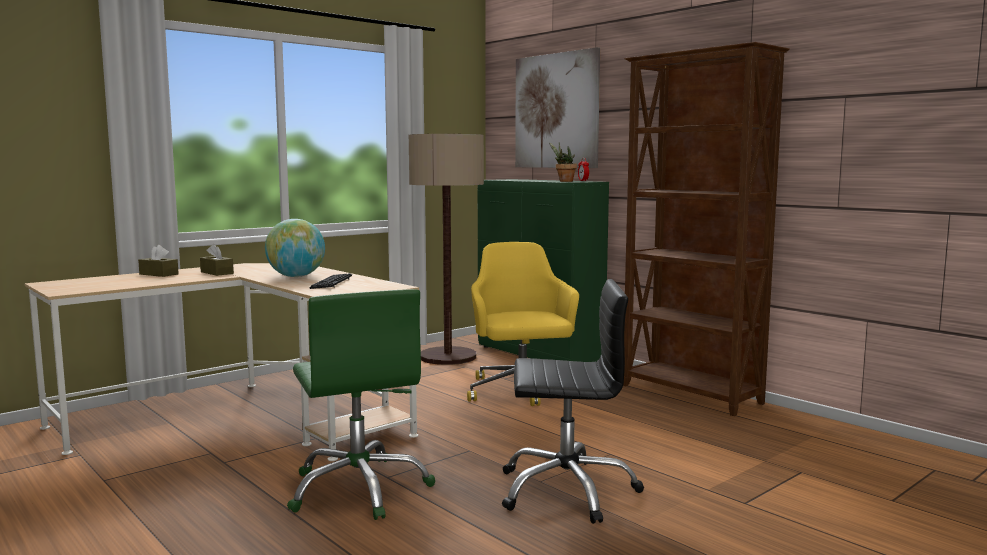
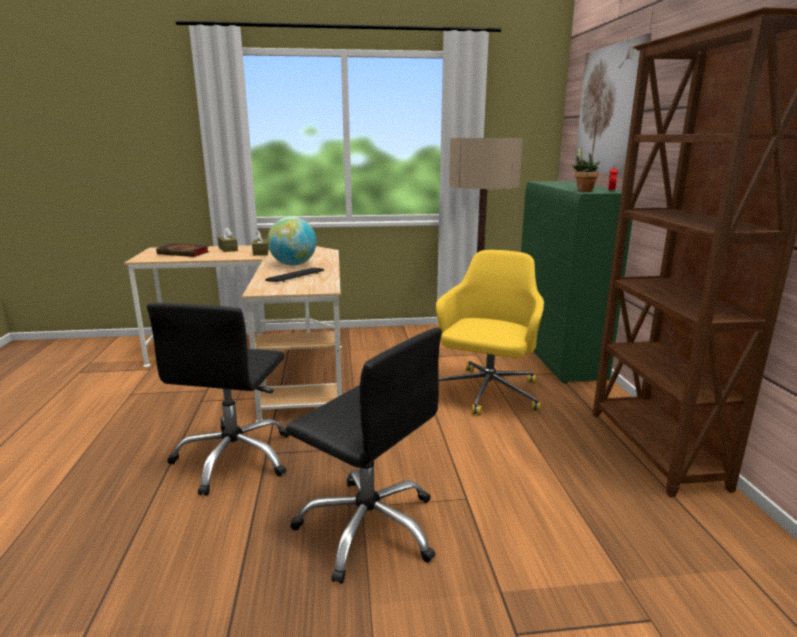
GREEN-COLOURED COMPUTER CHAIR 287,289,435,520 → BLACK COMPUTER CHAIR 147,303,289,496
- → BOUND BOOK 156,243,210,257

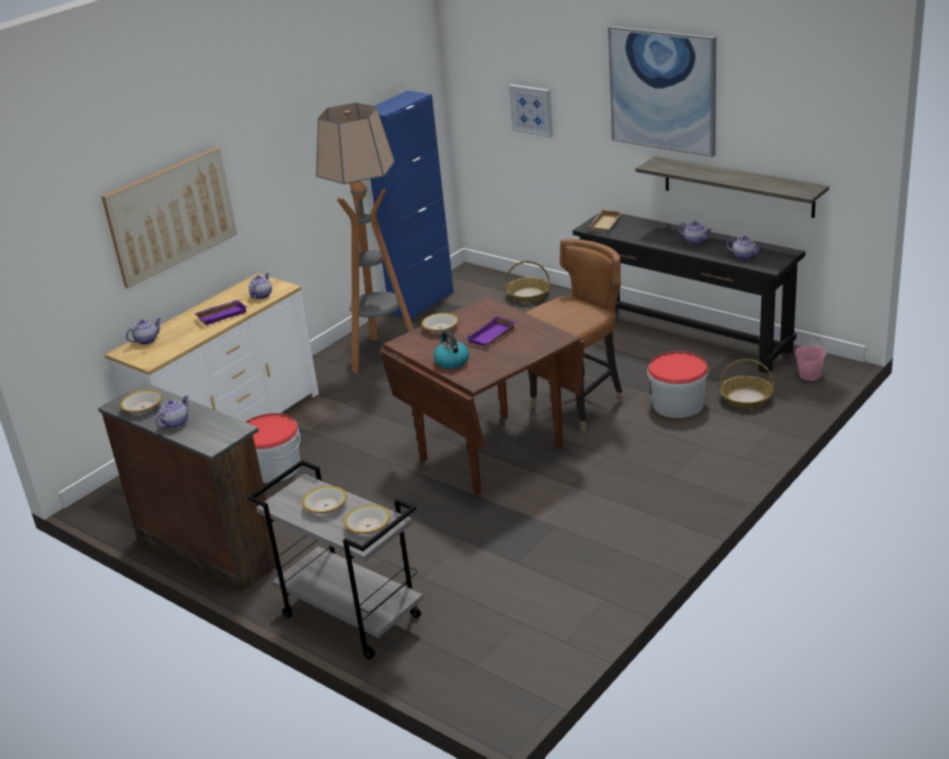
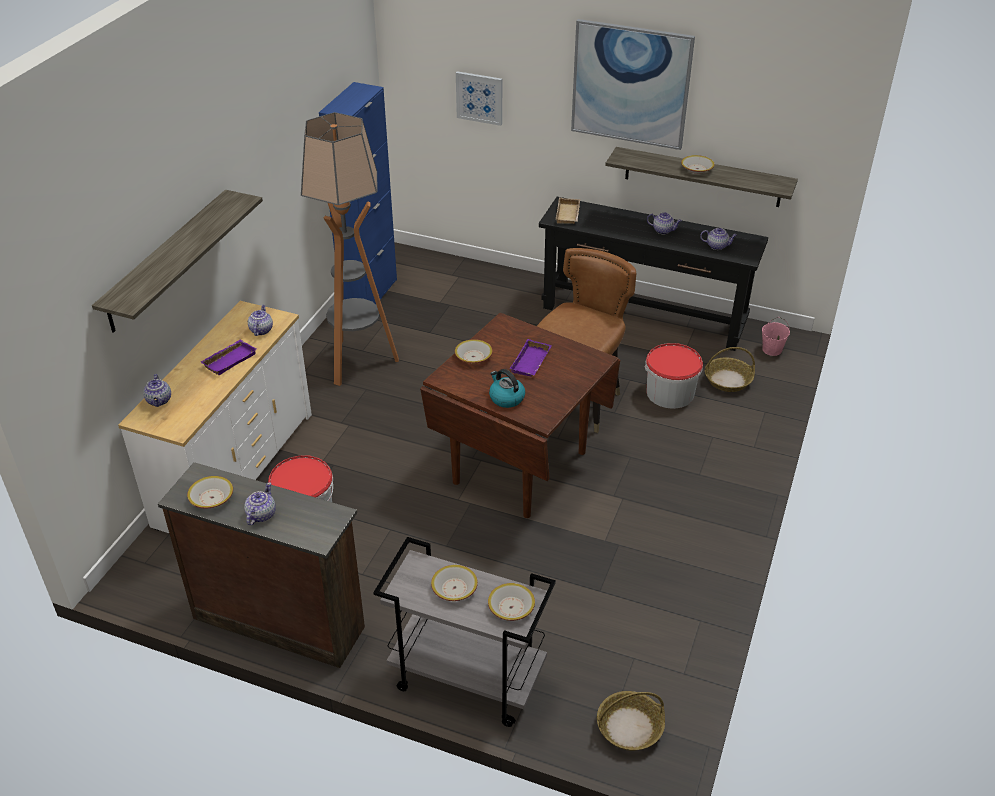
WALL ART 101,147,237,288 → SHELF 92,190,263,333
TEA POT 126,318,161,345 → TEA POT 143,374,171,407, 135 degrees clockwise
BASKET 505,261,550,303 → BASKET 597,691,665,751, move
- → SERVING BOWL 681,155,715,174

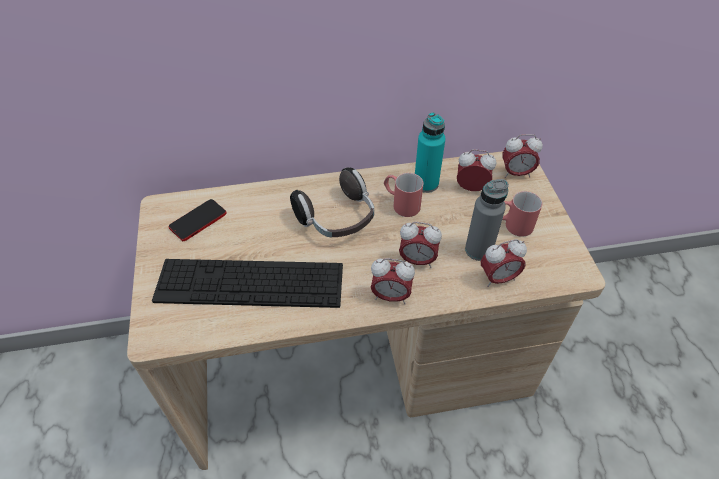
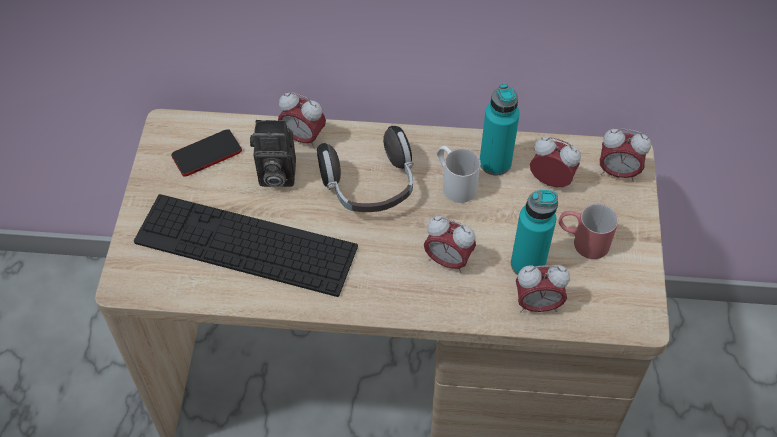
- → STILL CAMERA 250,120,296,187
TABLE CLOCK 371,258,415,304 → TABLE CLOCK 278,92,326,149, move
REDDISH MUG 384,173,423,217 → WHITISH MUG 436,146,480,203
GRAY DRINK BOTTLE 465,179,509,261 → TURQUOISE DRINK BOTTLE 511,190,558,275

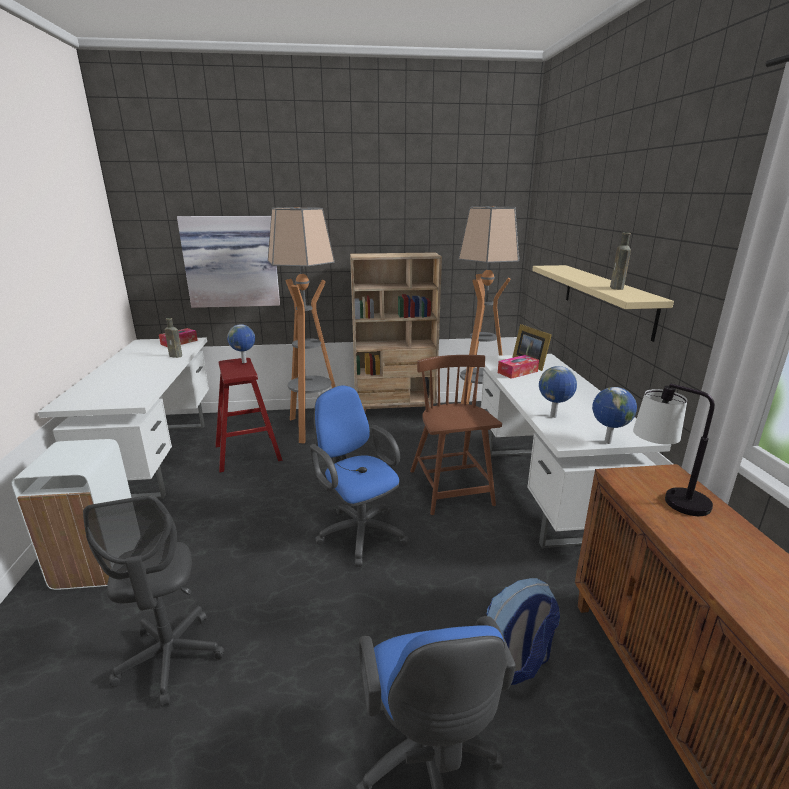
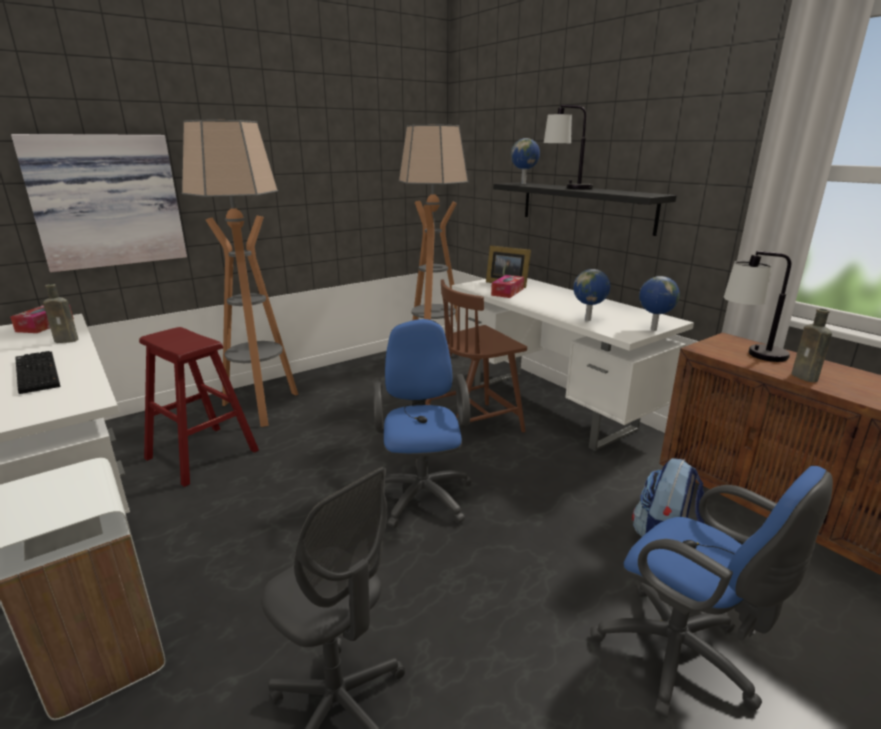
- → KEYBOARD 15,351,61,394
BLUE-COLOURED COMPUTER CHAIR 310,385,409,567 → BLUE-COLOURED COMPUTER CHAIR 373,319,472,528, 60 degrees clockwise
BROWN CHAIR 410,355,502,515 → BROWN CHAIR 425,279,527,432, 75 degrees counterclockwise
BEIGE-COLOURED SHELF 532,265,674,342 → BLACK SHELF 493,182,677,236
GLOBE 227,324,255,363 → GLOBE 511,138,540,184, move
- → TABLE LAMP 544,105,593,189
BROWN DRINK BOTTLE 610,232,631,290 → BROWN DRINK BOTTLE 792,309,832,382, move
BEIGE-COLOURED SHELVING UNIT 350,252,442,412 → -

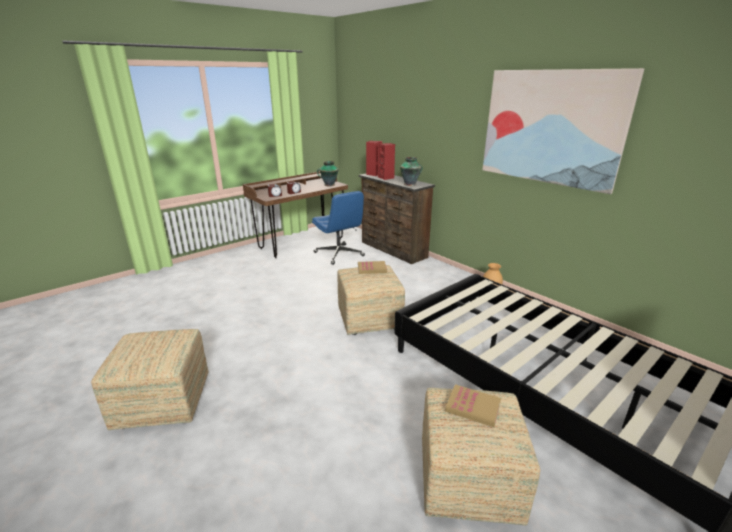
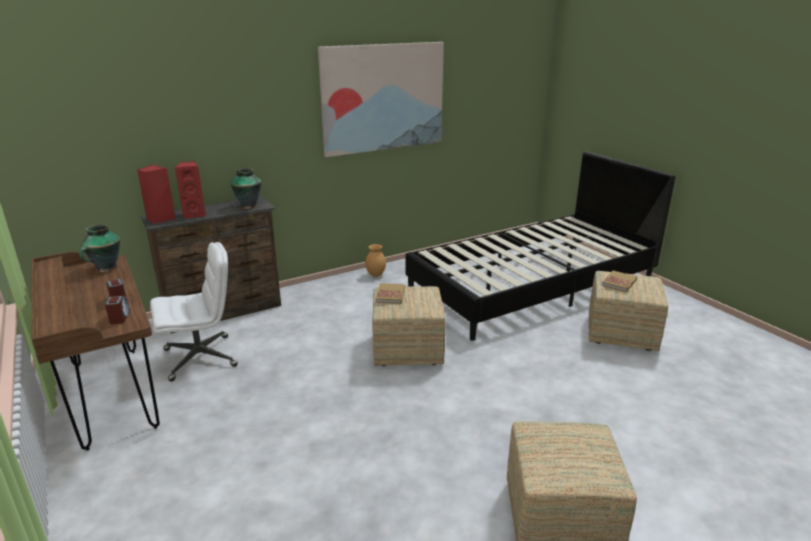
BLUE-COLOURED COMPUTER CHAIR 312,191,365,265 → WHITISH COMPUTER CHAIR 150,242,238,382

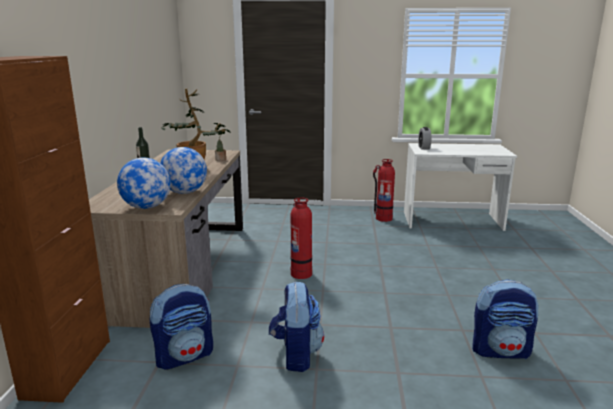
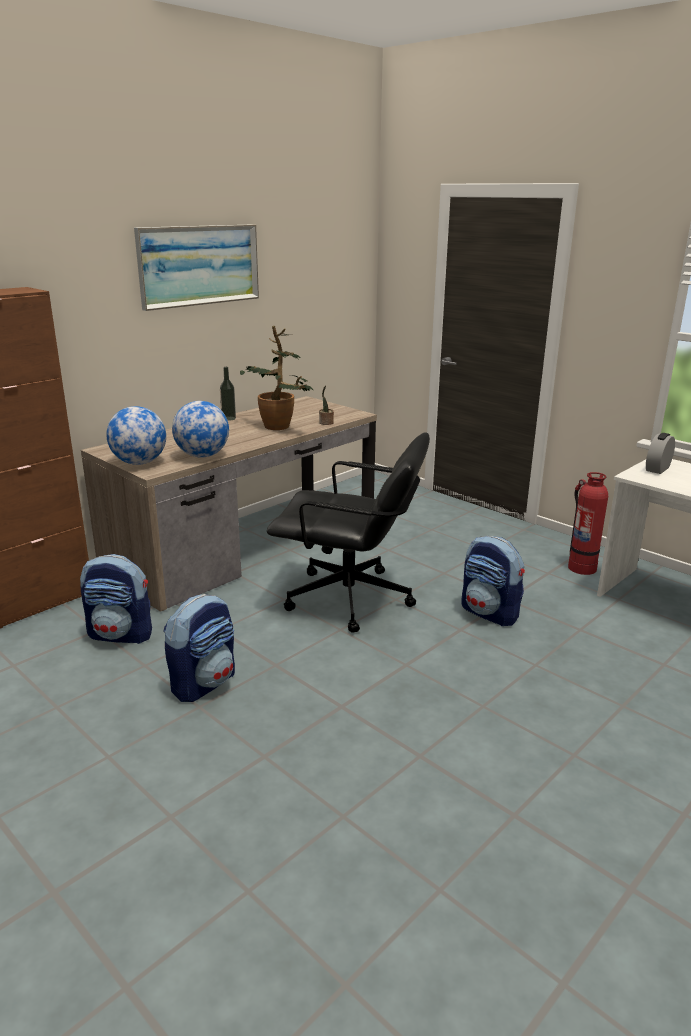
- → WALL ART 134,224,259,311
EXTINGUISHER 290,198,312,279 → BLACK COMPUTER CHAIR 267,432,430,633
BACKPACK 473,280,538,359 → BACKPACK 461,536,525,626, move

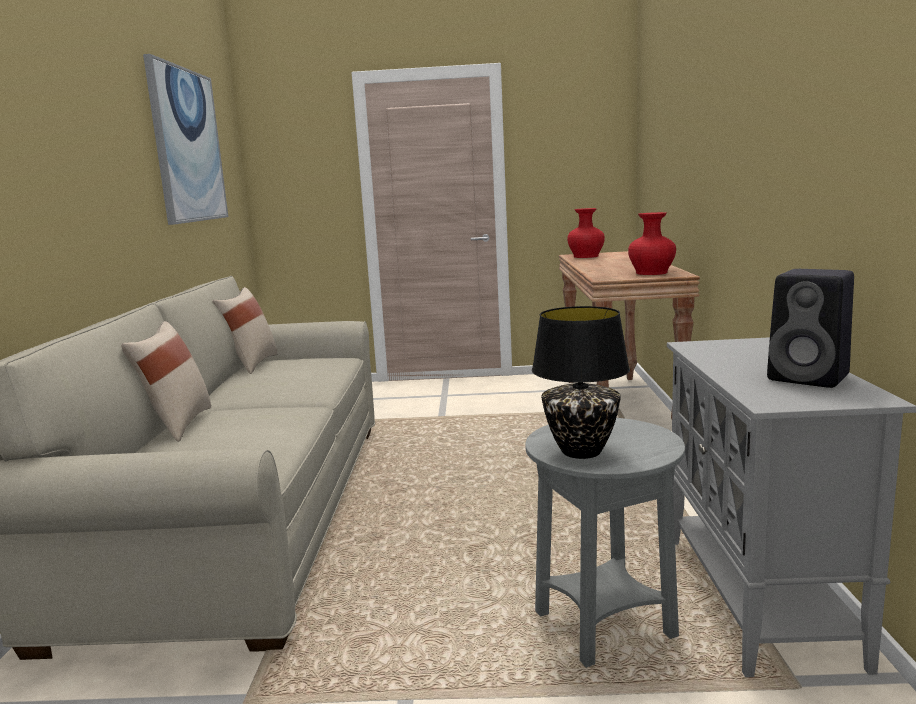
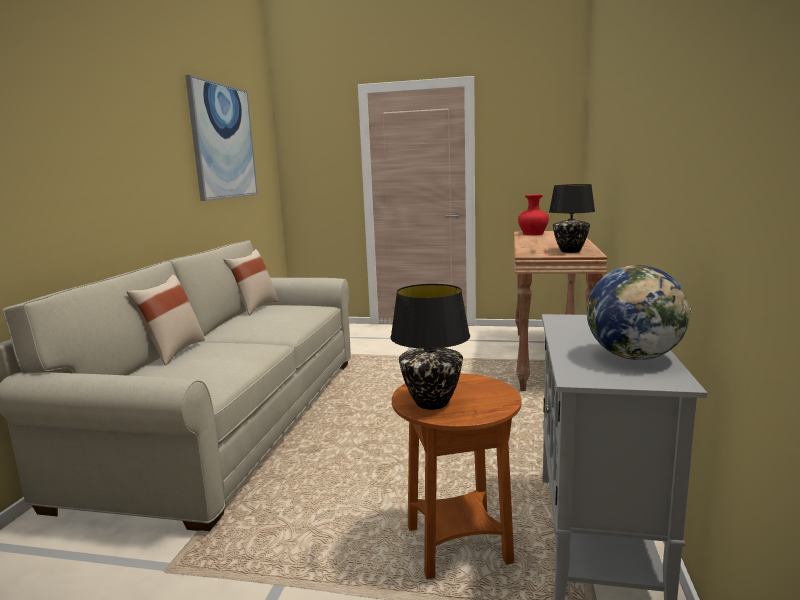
GRAY ACCENT TABLE 525,418,685,668 → BROWN ACCENT TABLE 392,373,522,579
REDDISH FLOWER VASE 628,212,676,275 → BLACK TABLE LAMP 549,184,595,253
BLACK LOUDSPEAKER 767,269,854,388 → GLOBE 587,265,691,360

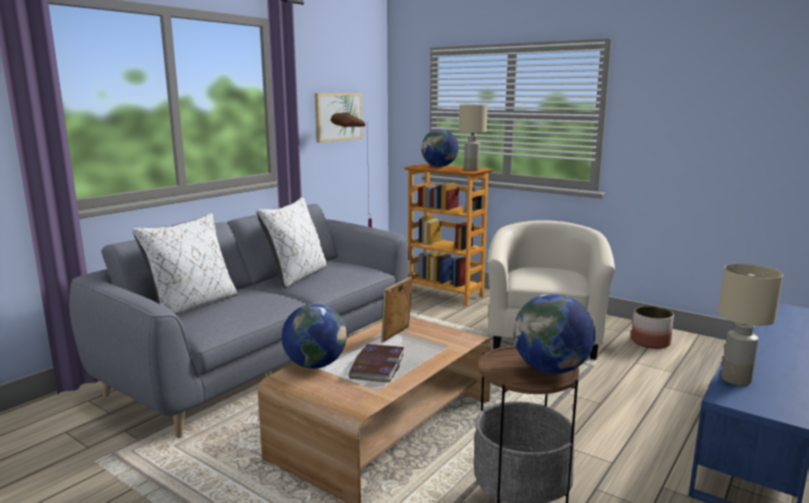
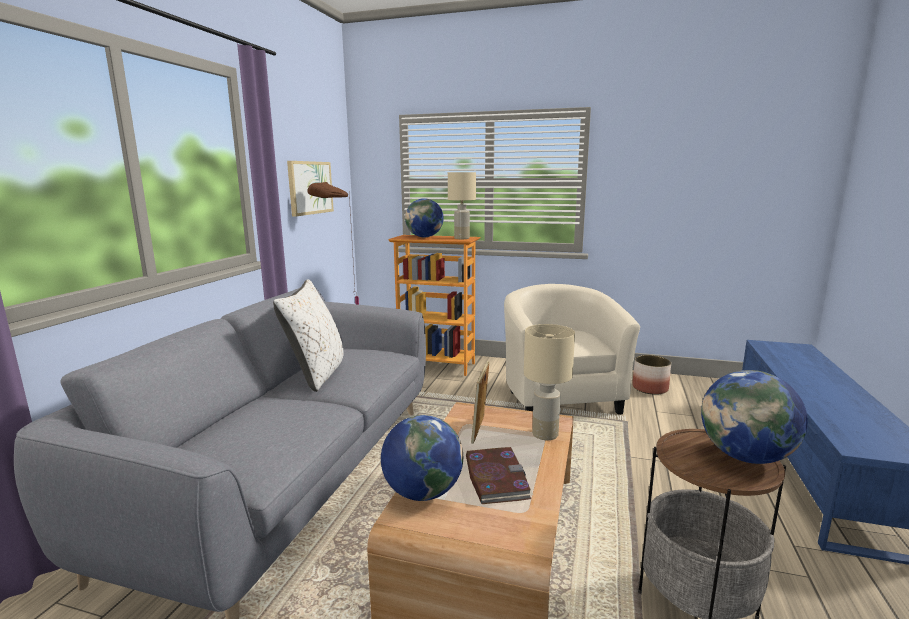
BEIGE-COLOURED TABLE LAMP 718,264,783,386 → BEIGE-COLOURED TABLE LAMP 524,324,575,440, move
WHITISH THROW PILLOW 132,213,237,315 → -

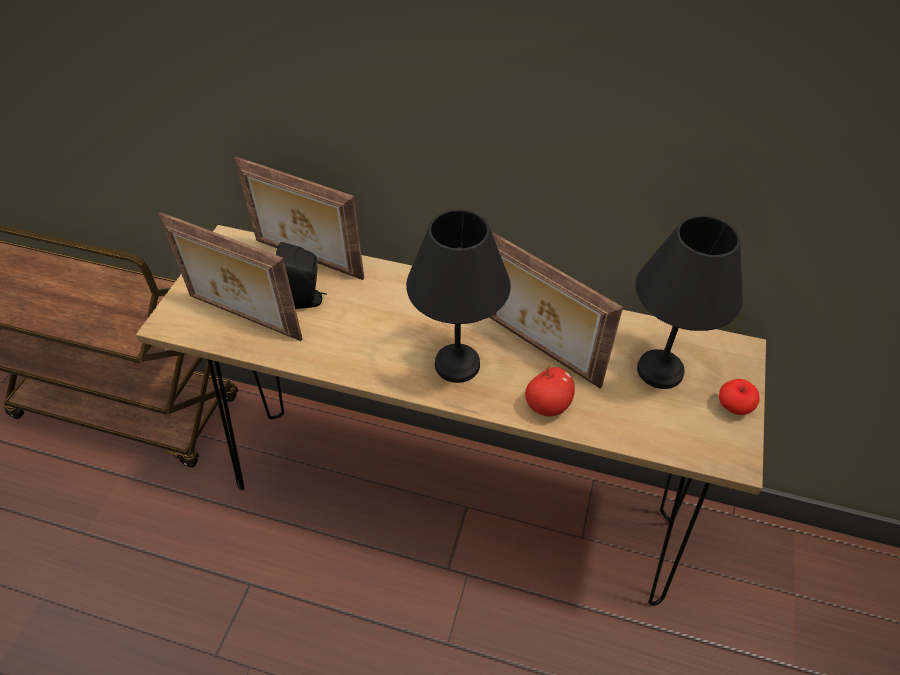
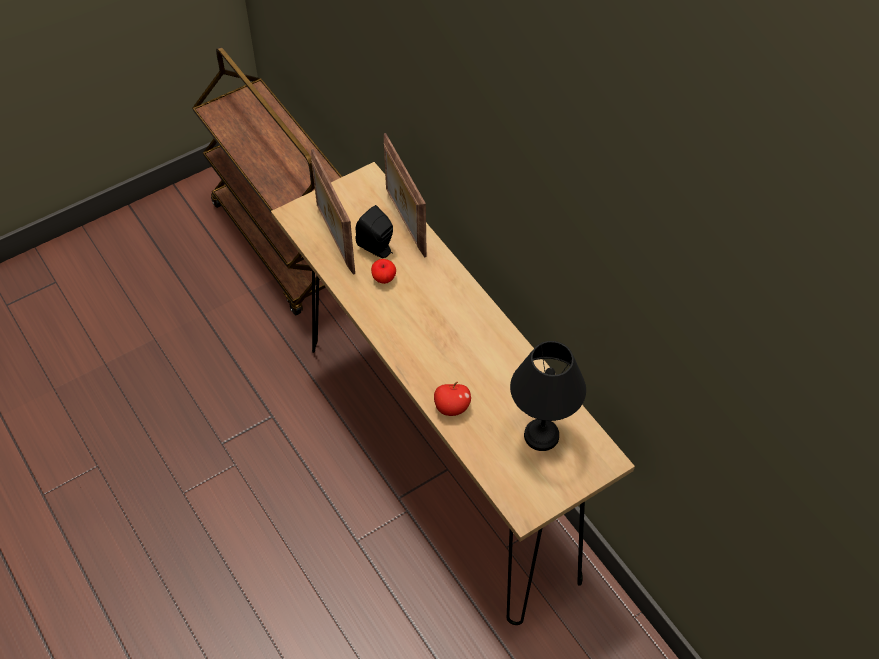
APPLE FRUIT 719,379,760,415 → APPLE FRUIT 371,259,396,284, move
BLACK TABLE LAMP 406,209,511,383 → -
PHOTO FRAME 489,232,623,388 → -

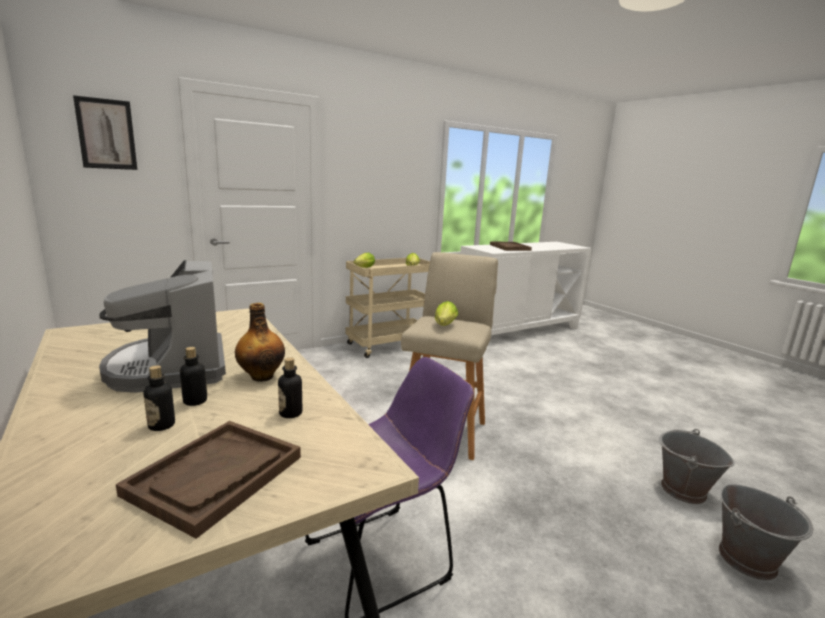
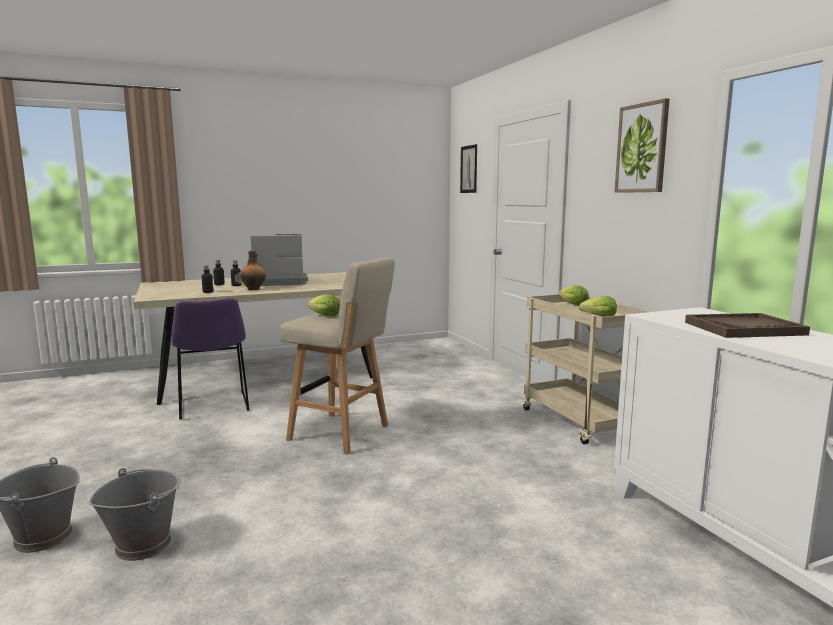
- → WALL ART 614,98,670,193
BROWN CARRYING TRAY 116,421,301,539 → -

